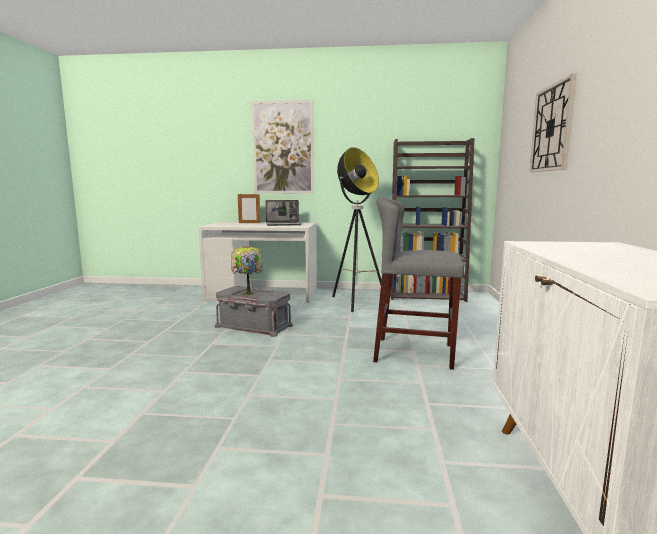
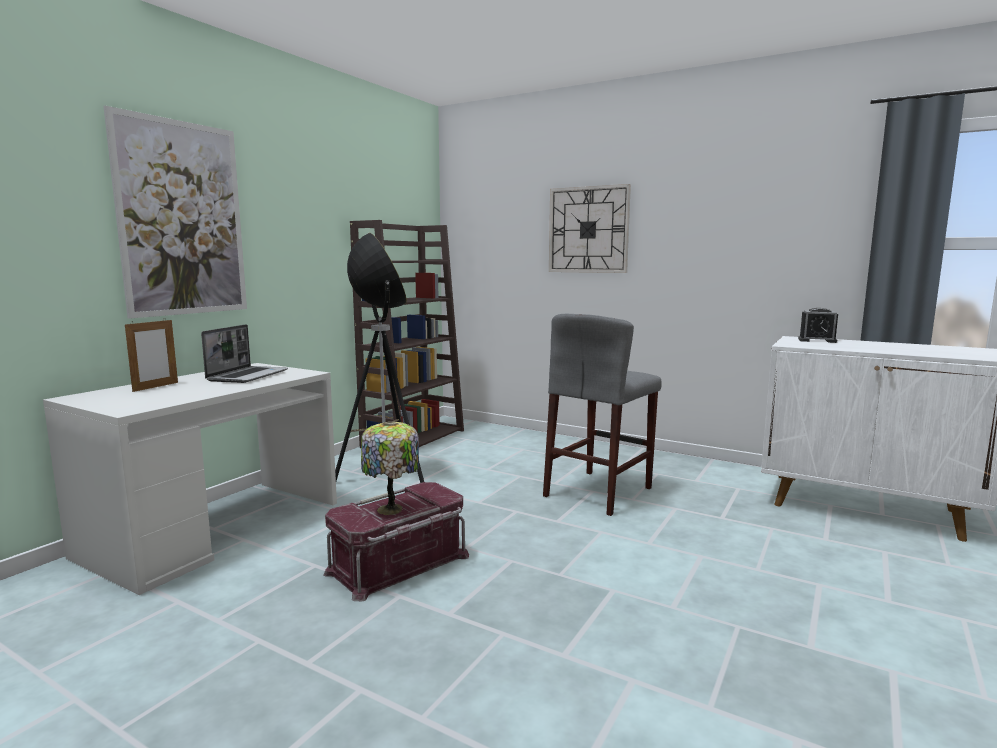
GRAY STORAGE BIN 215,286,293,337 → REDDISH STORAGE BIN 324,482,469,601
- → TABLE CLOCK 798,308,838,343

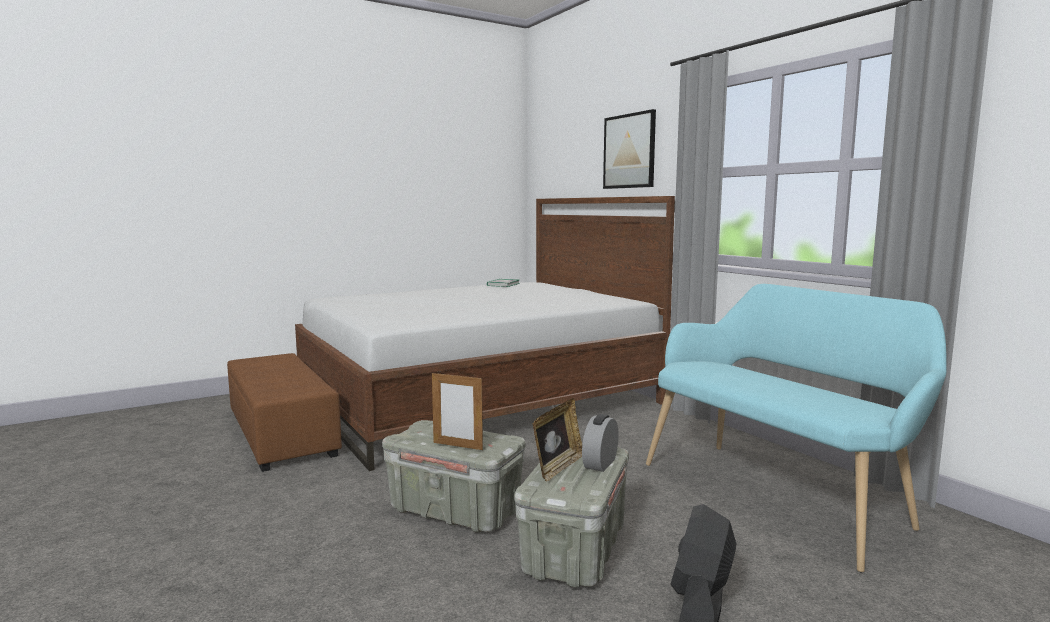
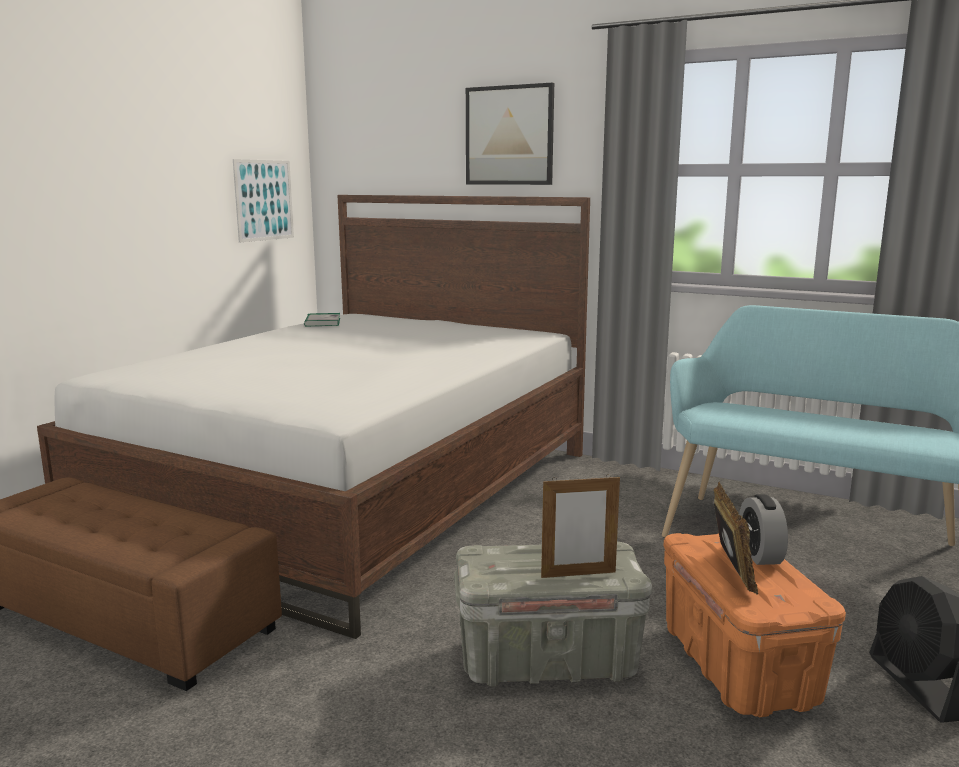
- → WALL ART 233,159,294,242
GRAY STORAGE BIN 514,447,629,588 → ORANGEY STORAGE BIN 664,533,846,718

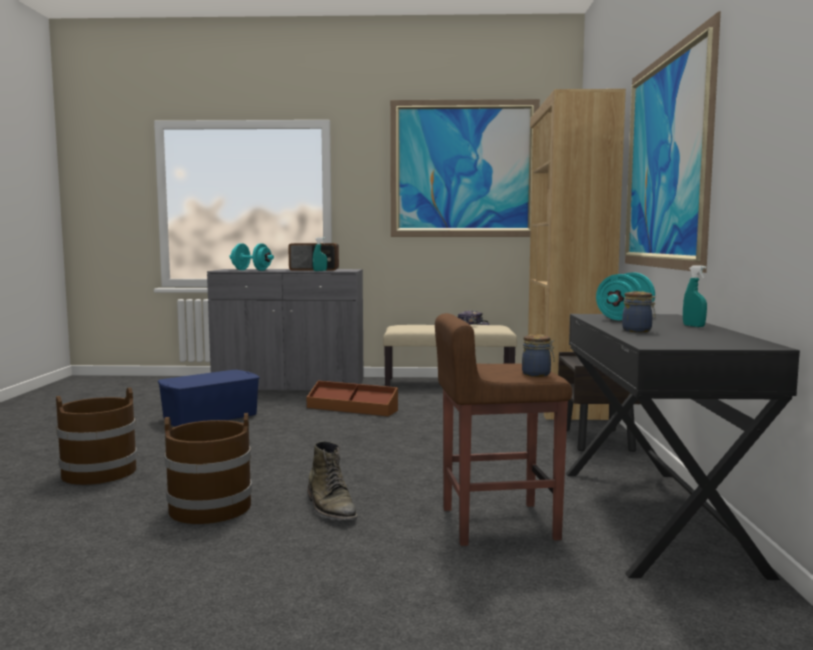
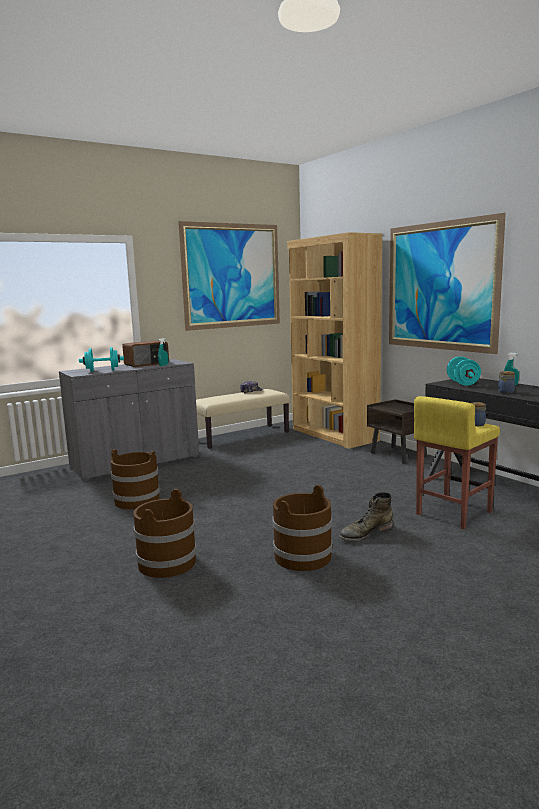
BLUE-COLOURED STORAGE BIN 158,370,259,427 → BROWN WATER BUCKET 111,449,160,509
GREEN-COLOURED HIGH-TOP BOOT 307,441,358,520 → GREEN-COLOURED HIGH-TOP BOOT 339,492,393,541, 120 degrees clockwise
BROWN STOOL SEAT 435,313,572,546 → YELLOW-COLOURED STOOL SEAT 414,396,500,529
BROWN STORAGE BIN 307,381,398,417 → -

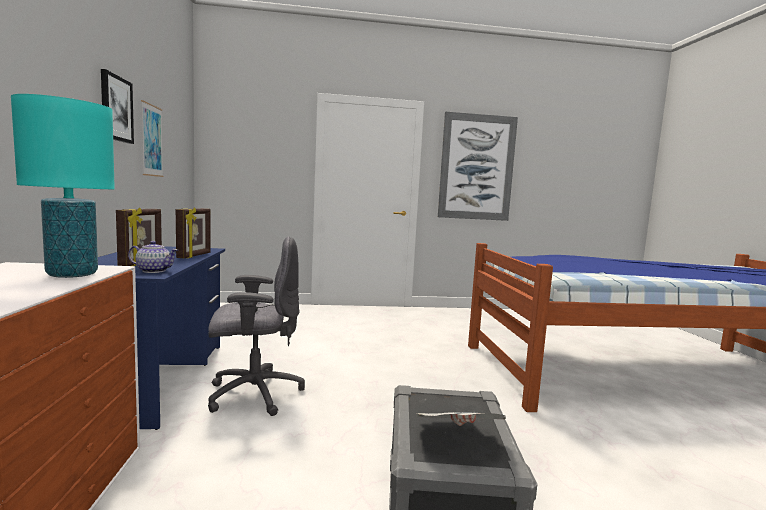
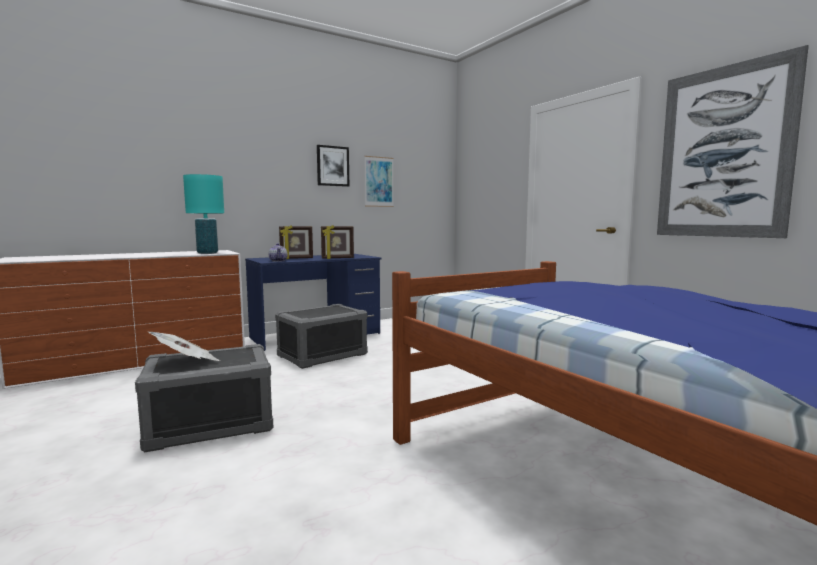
GRAY COMPUTER CHAIR 208,236,305,416 → GRAY STORAGE BIN 275,304,368,369

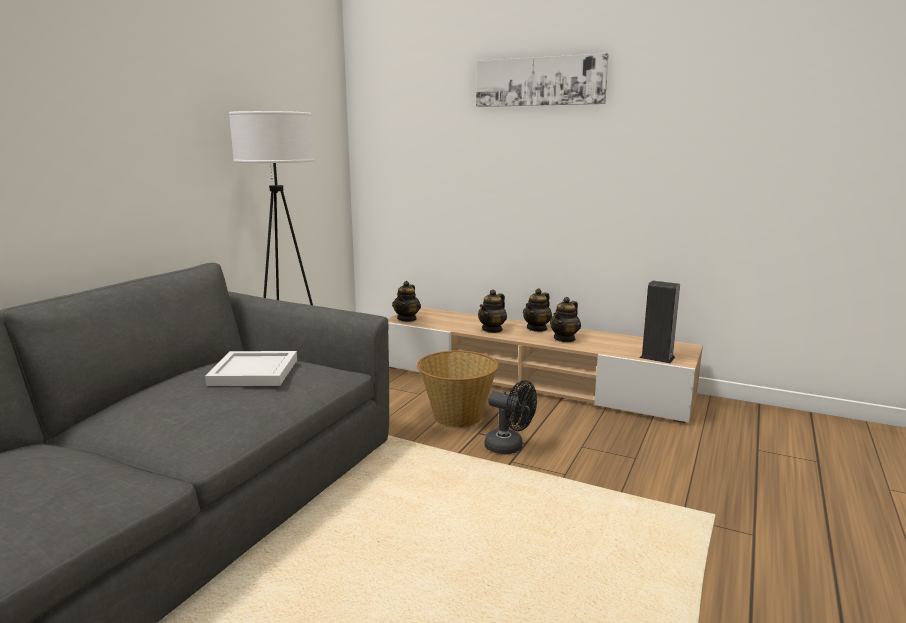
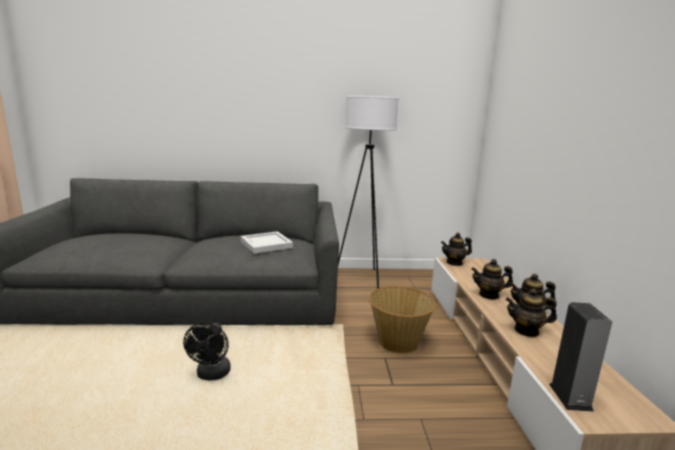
BLACK COOLING FAN 484,380,537,455 → BLACK COOLING FAN 183,323,231,380, move
WALL ART 476,53,609,107 → -

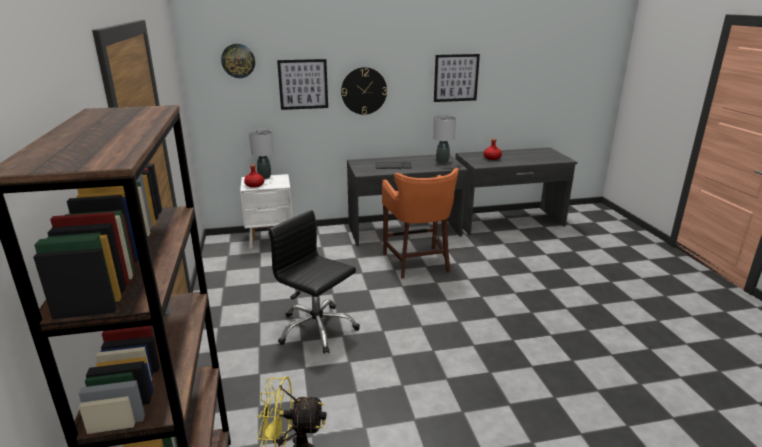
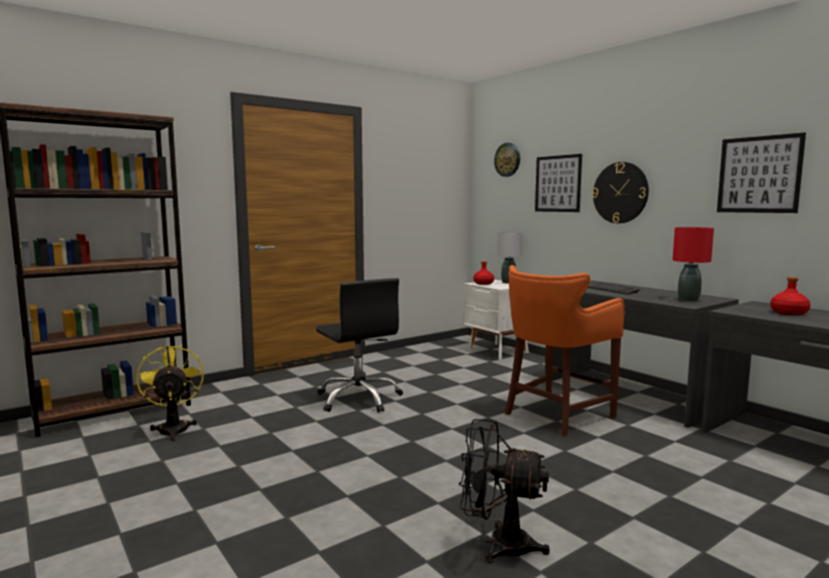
BLACK COMPUTER CHAIR 268,210,360,354 → BLACK COMPUTER CHAIR 316,278,403,413, 135 degrees clockwise
- → BLACK COOLING FAN 459,419,550,564
GRAY TABLE LAMP 433,115,456,164 → REDDISH TABLE LAMP 673,227,714,302

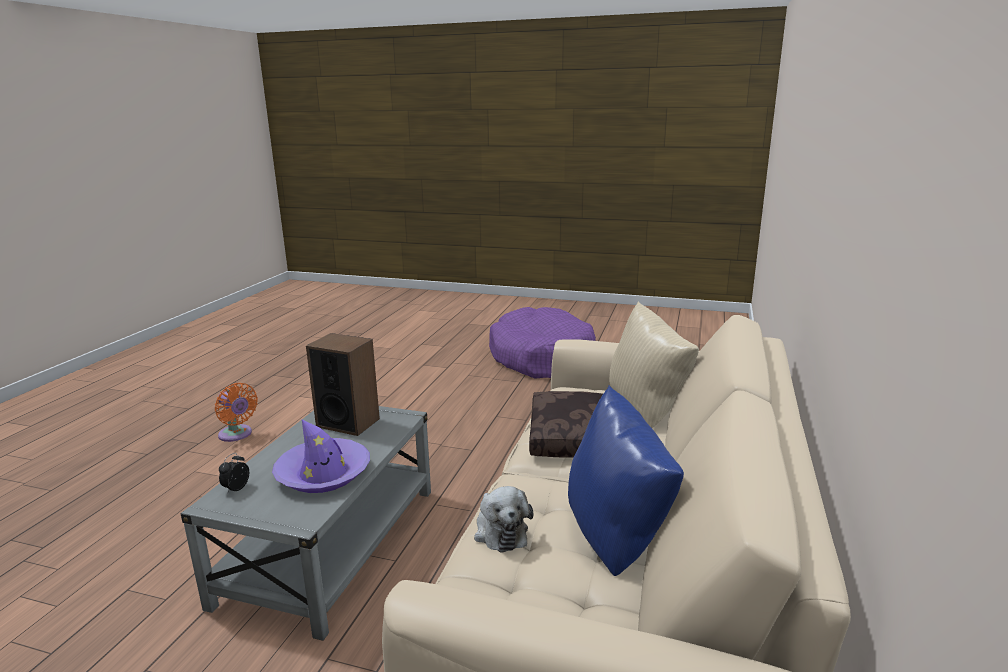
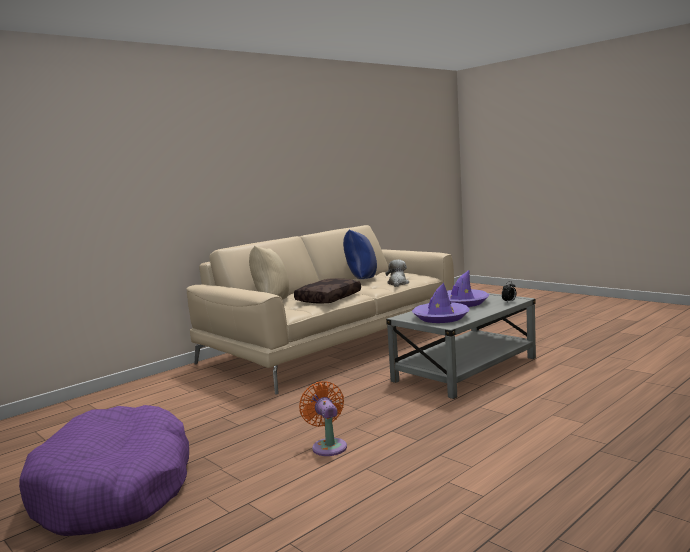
ORANGEY COOLING FAN 215,383,258,442 → ORANGEY COOLING FAN 299,381,347,456, move
LOUDSPEAKER 306,333,380,436 → PURPLISH WEARABLE HAT 412,283,470,323

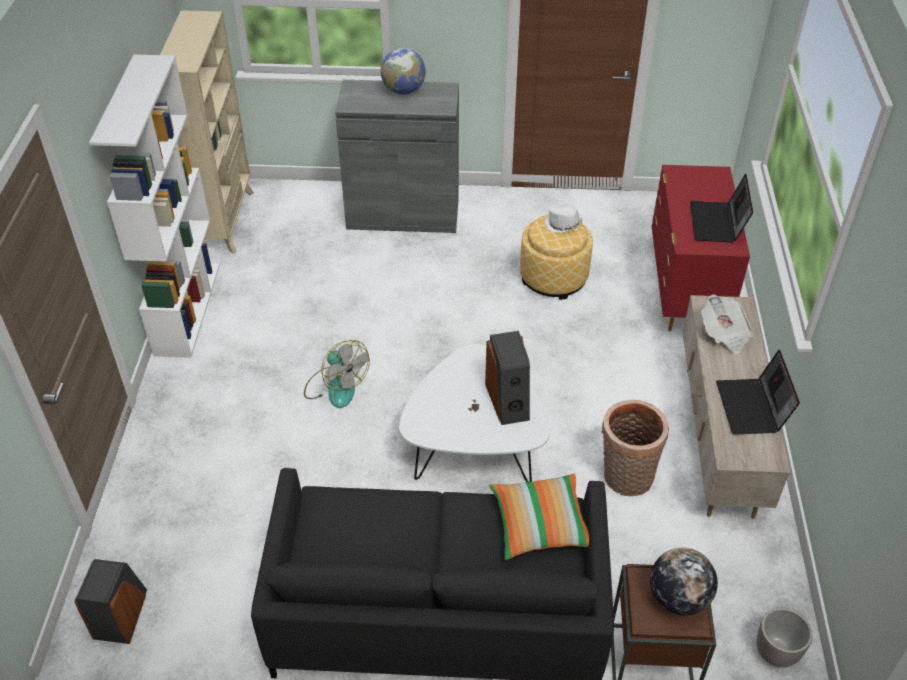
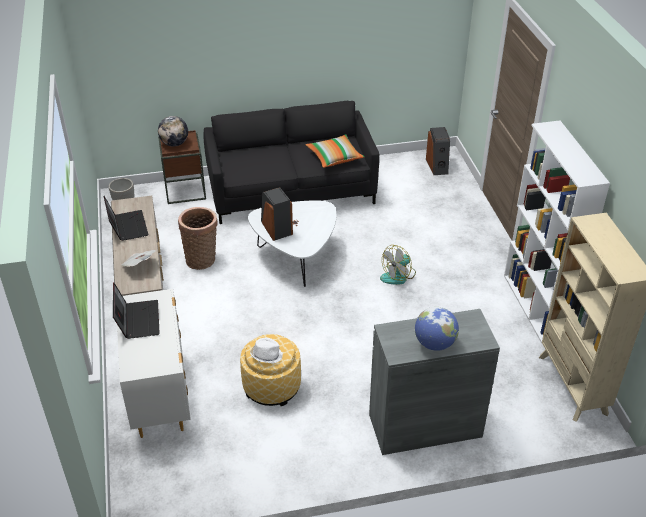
REDDISH DRAWER CHEST 651,165,750,331 → WHITISH DRAWER CHEST 117,289,191,438
THROW PILLOW 489,474,589,560 → THROW PILLOW 306,134,365,168, move
COOLING FAN 304,340,370,408 → COOLING FAN 380,245,416,285, 75 degrees counterclockwise

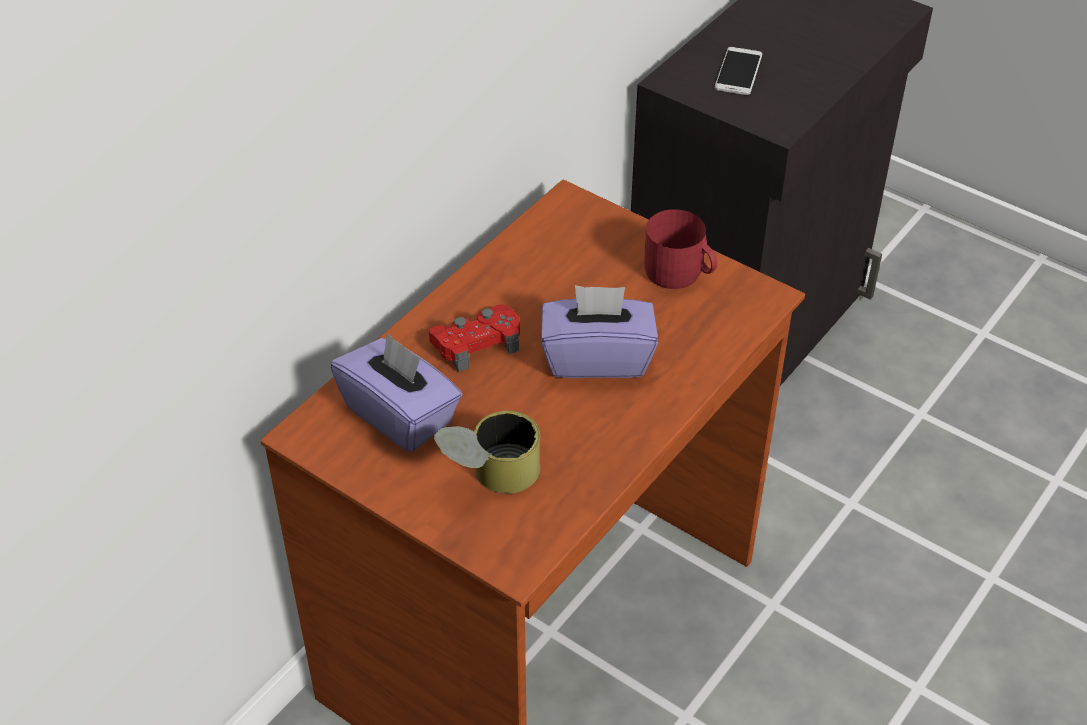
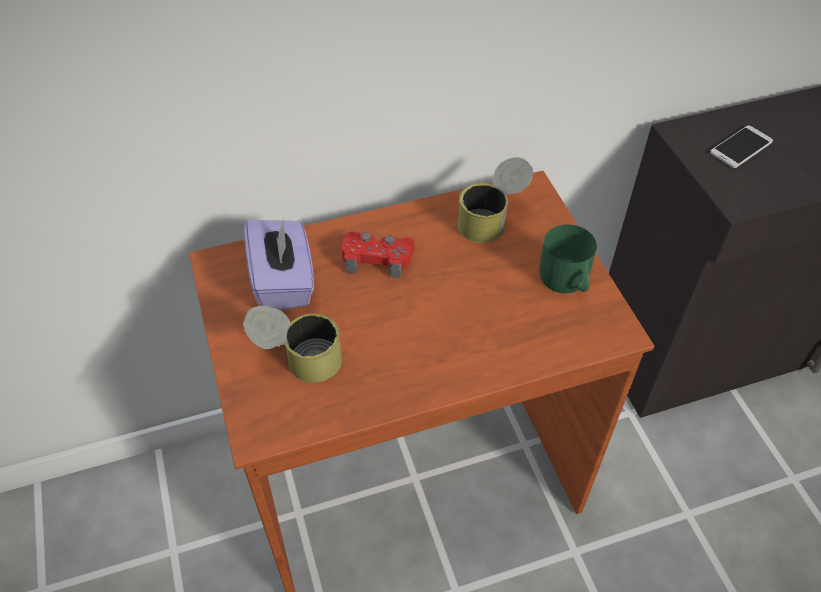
- → METAL CAN 458,157,533,243
REDDISH MUG 644,209,717,289 → GREEN-COLOURED MUG 539,224,597,293
PURPLISH TISSUE HOLDER 541,285,658,378 → -

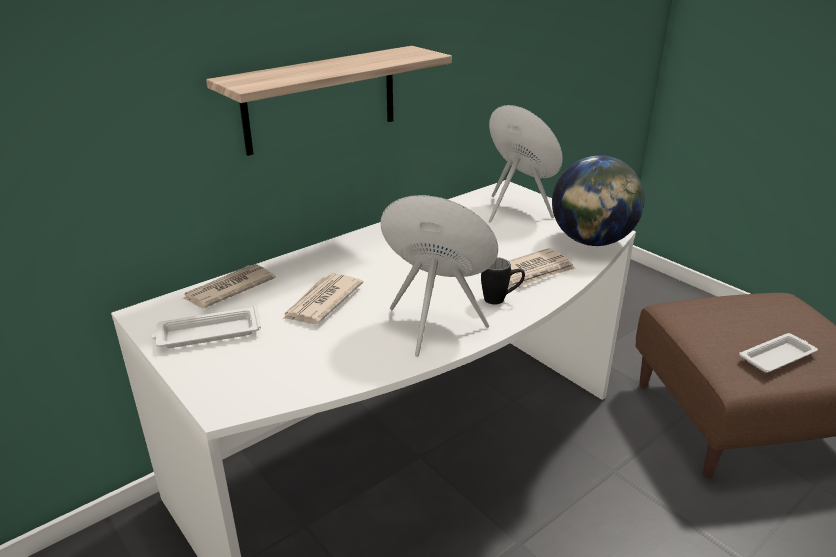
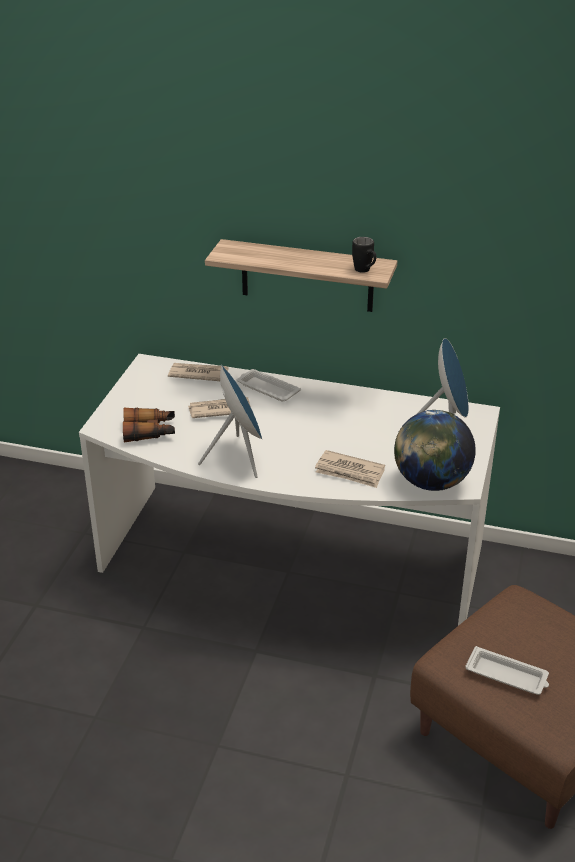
- → BINOCULARS 123,408,175,443
WHITISH CARRYING TRAY 151,306,261,348 → WHITISH CARRYING TRAY 237,369,301,402, move
BLACK MUG 481,257,525,304 → BLACK MUG 352,237,376,273, move

